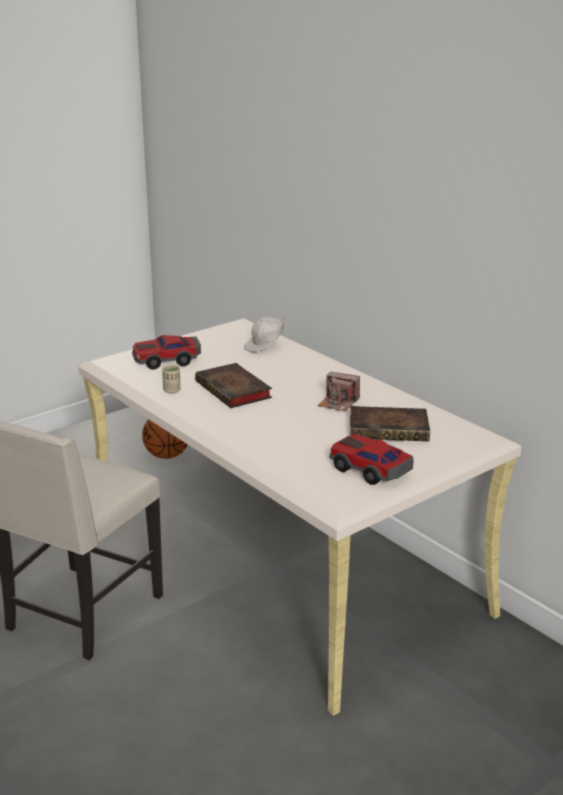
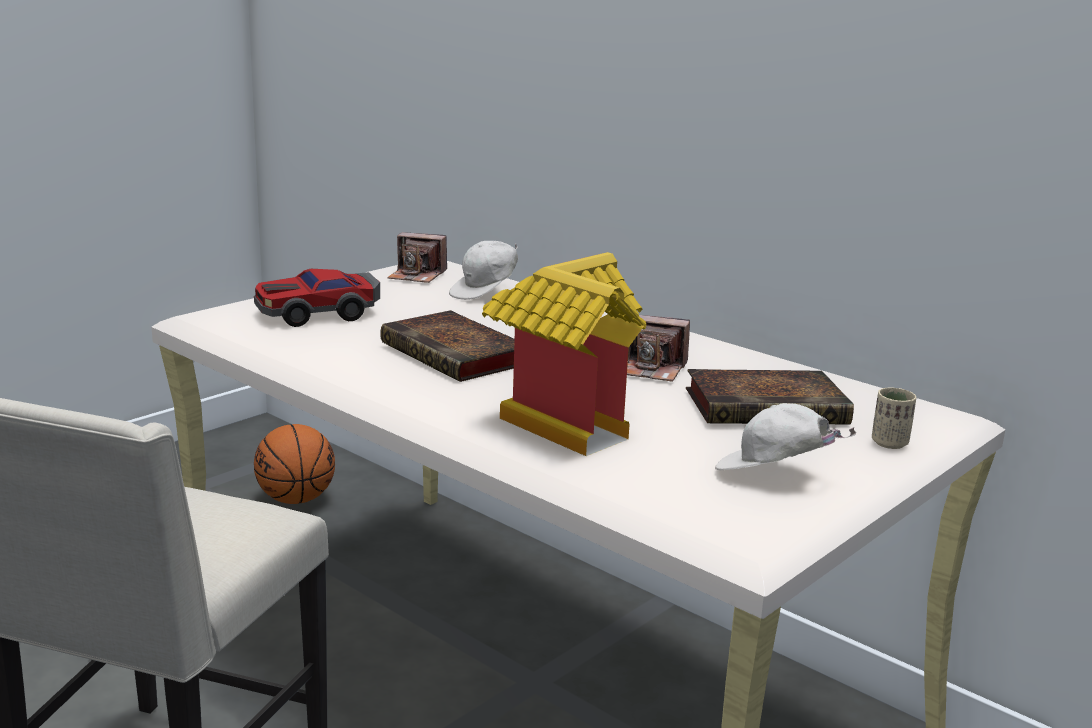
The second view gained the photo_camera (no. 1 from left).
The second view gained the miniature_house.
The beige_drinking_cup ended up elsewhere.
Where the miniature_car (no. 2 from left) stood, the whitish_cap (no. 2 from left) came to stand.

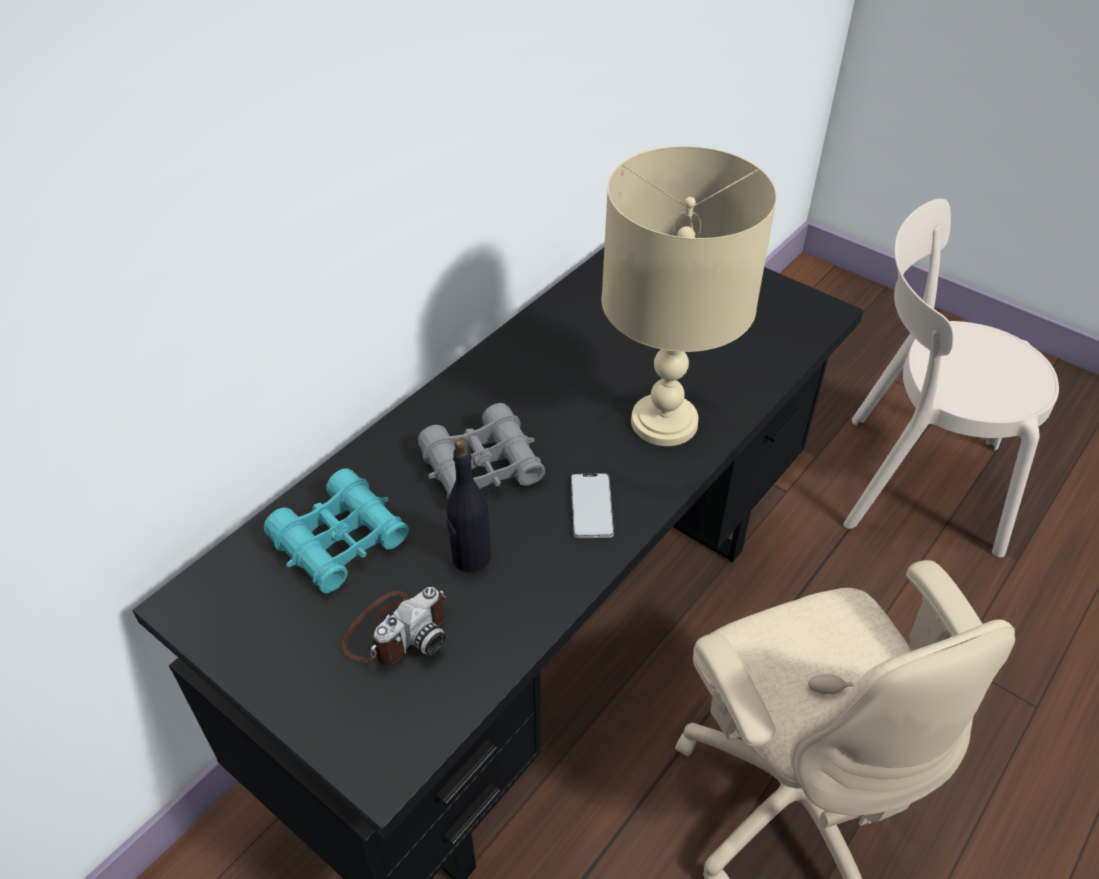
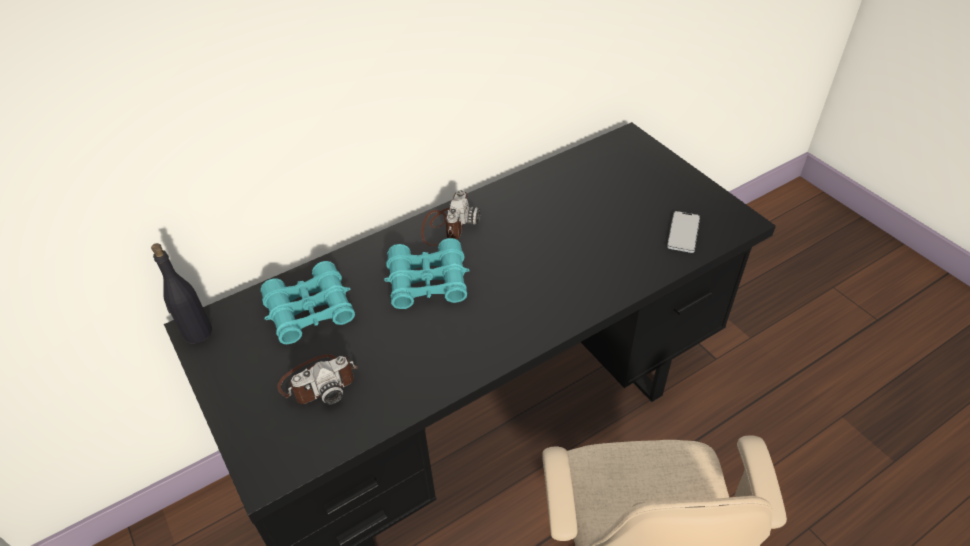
The second view lost the beige_table_lamp.
The second view lost the beige_upright_chair.
The second view gained the photo_camera (no. 2 from left).
The blackish_beverage_bottle ended up elsewhere.
The handset ended up elsewhere.
What was the greyish_field_glasses turned into the blue-green_field_glasses (no. 2 from left).

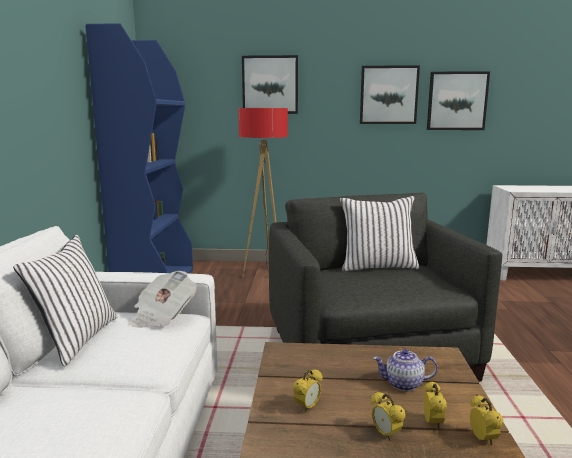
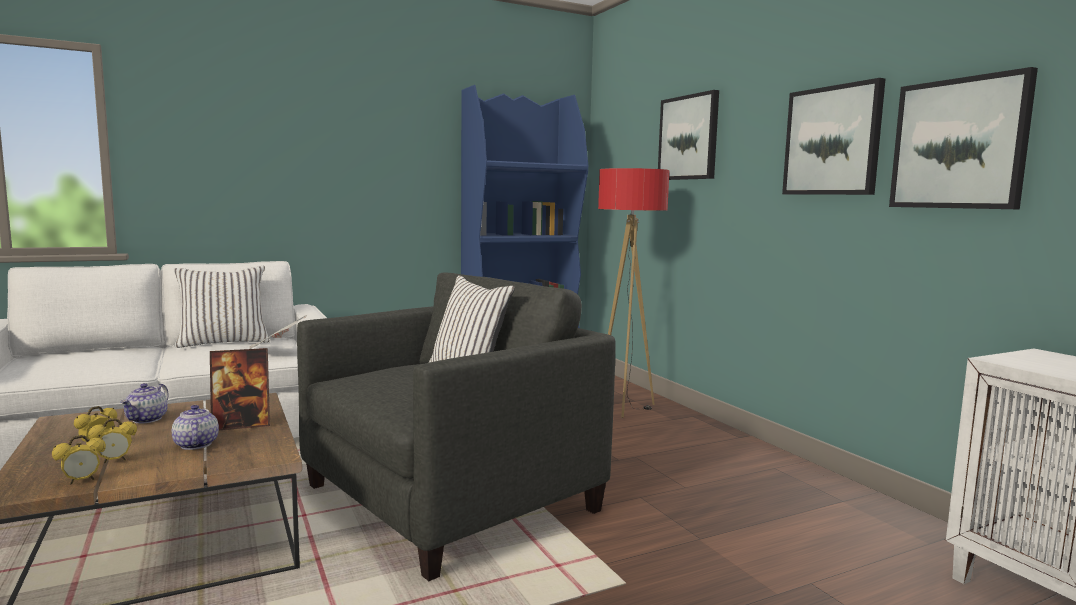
The second view gained the photo_frame.
Where the alarm_clock (no. 1 from left) stood, the tea_pot (no. 1 from left) came to stand.

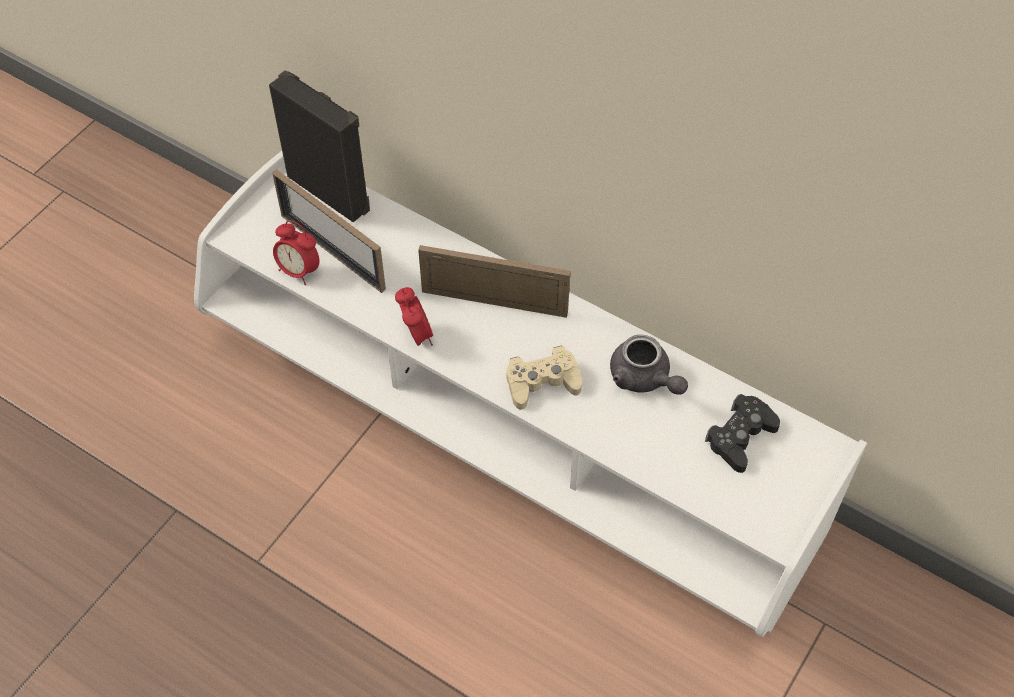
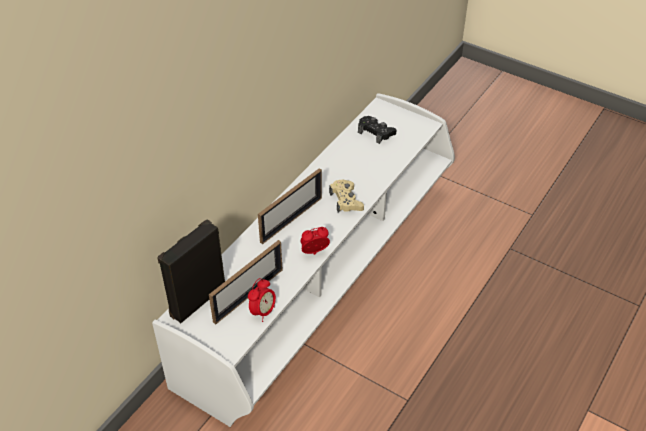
The second view lost the greyish_tea_pot.
The photo_frame (no. 2 from left) ended up facing another way, 150 degrees counterclockwise from before.

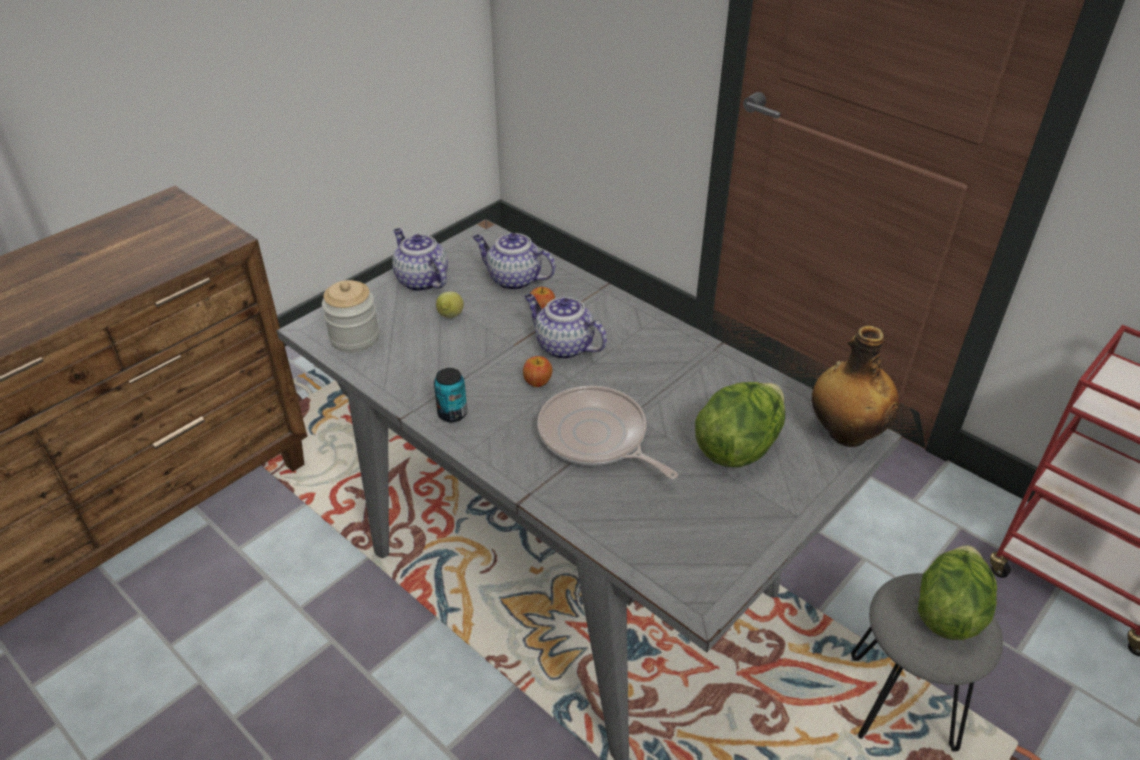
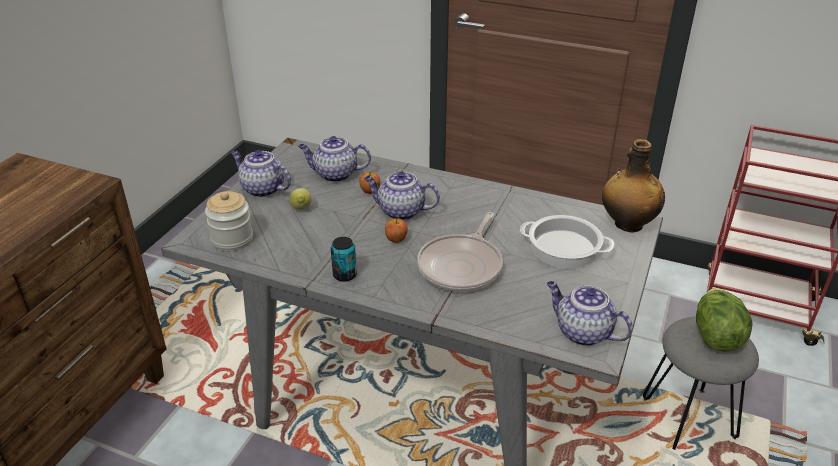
The second view gained the tea_pot (no. 4 from left).
Where the lettuce (no. 1 from left) stood, the cooking_pot came to stand.
The pan ended up facing another way, 90 degrees counterclockwise from before.

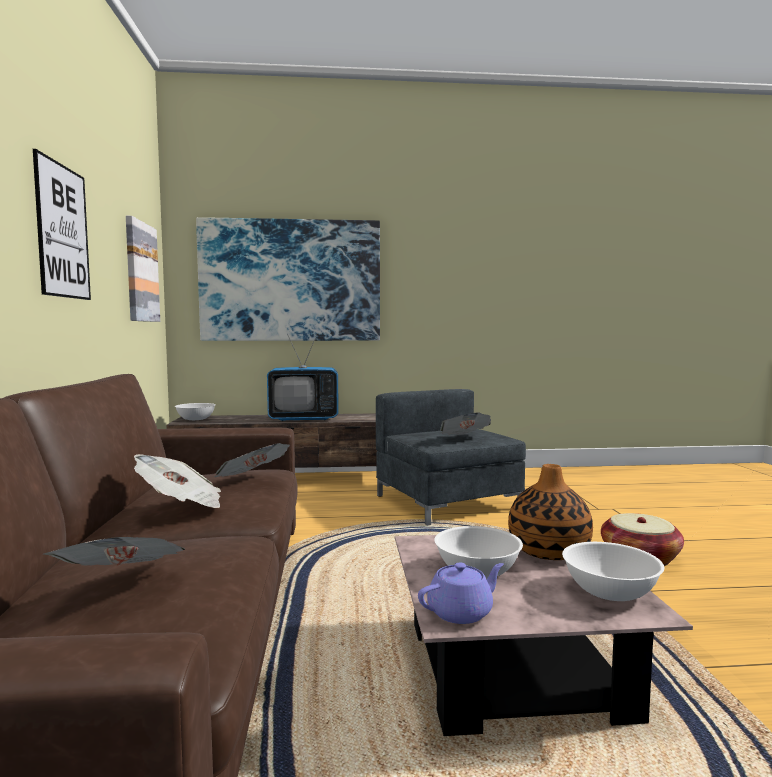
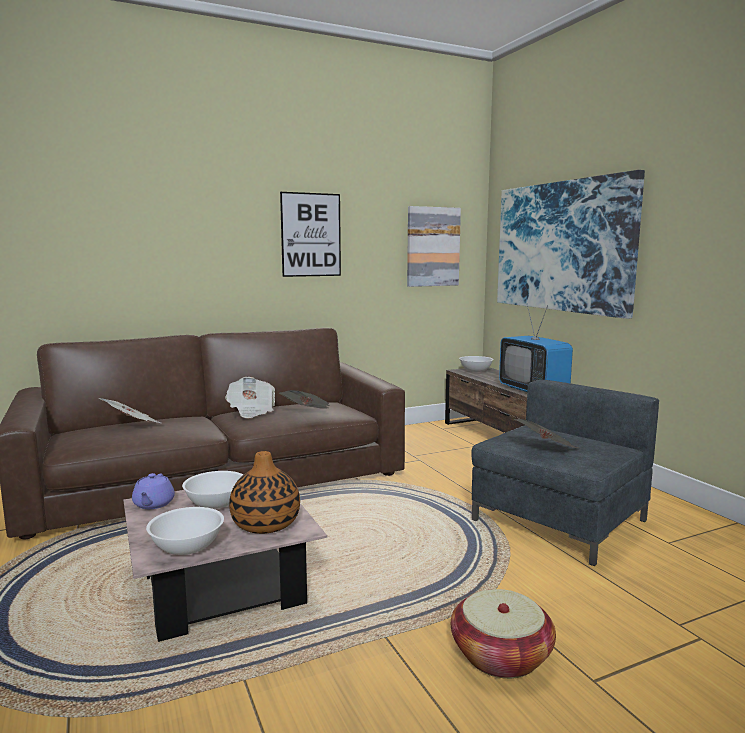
The purplish_tea_pot ended up facing another way, 45 degrees clockwise from before.

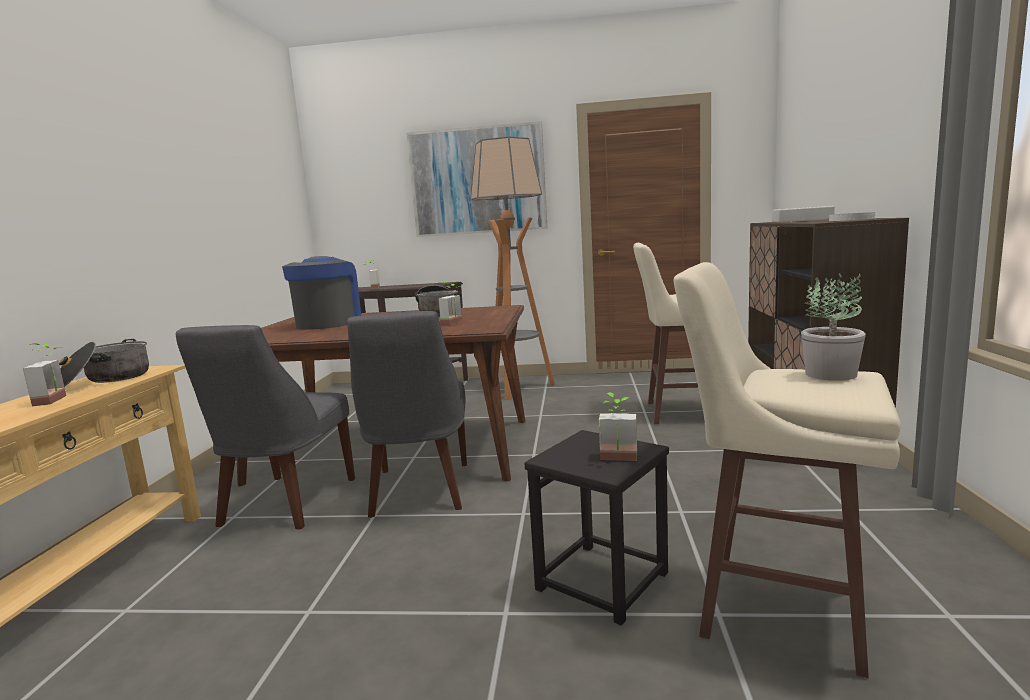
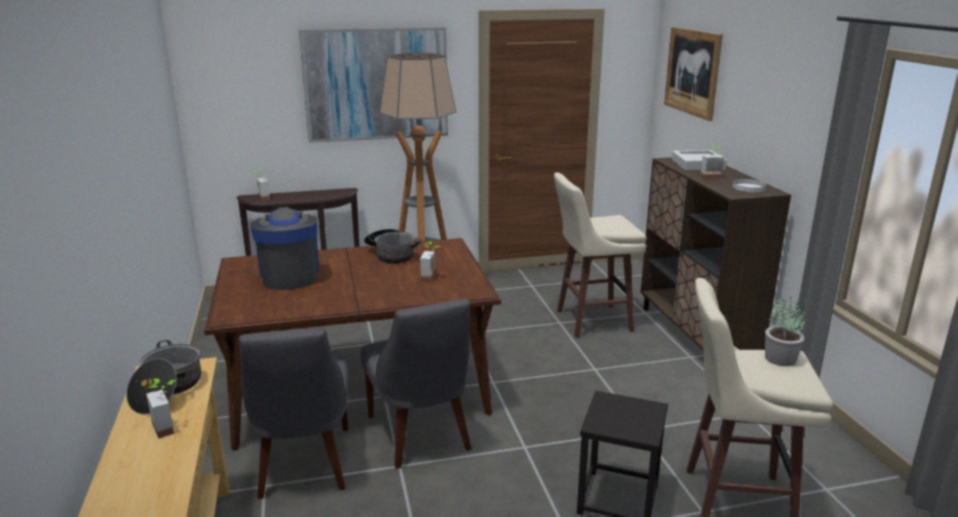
The second view gained the picture (no. 2 from left).
The houseplant (no. 4 from left) ended up elsewhere.

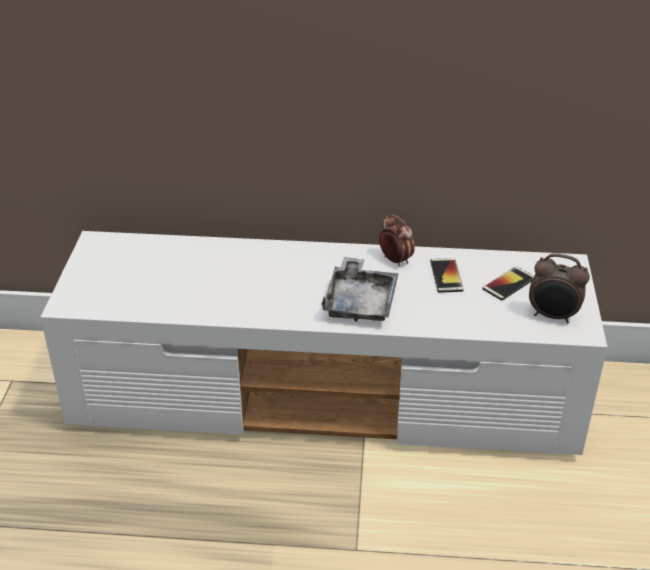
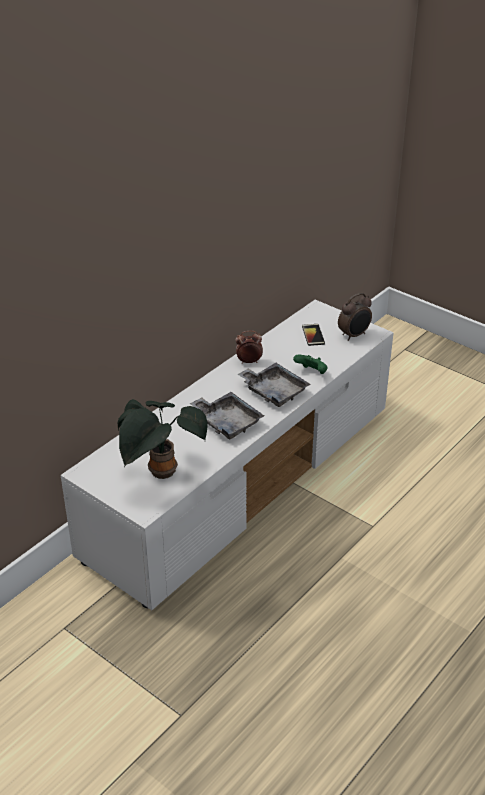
The second view lost the handset (no. 1 from left).
The second view gained the houseplant.
The second view gained the greyish_carrying_tray (no. 1 from left).
The second view gained the green-coloured_game_controller.

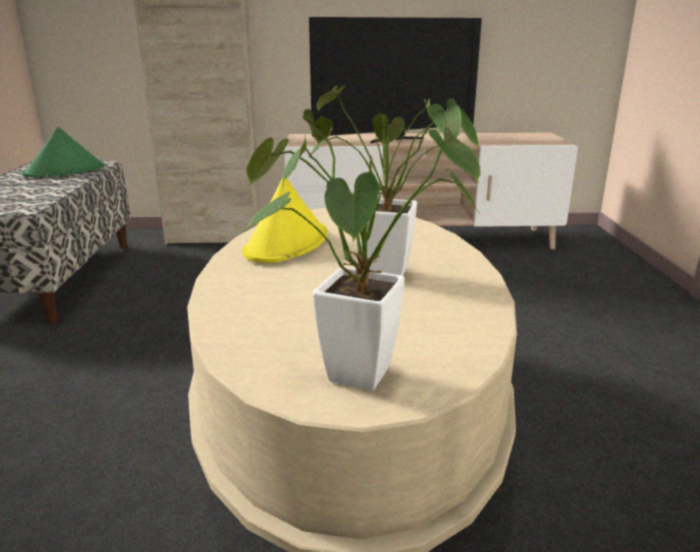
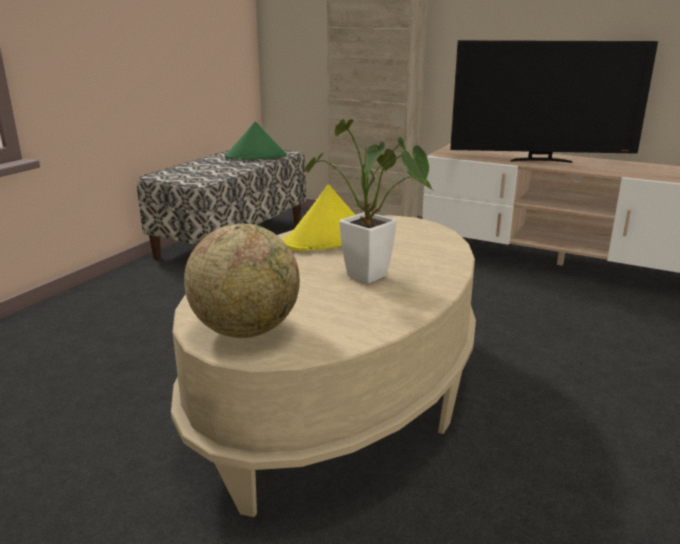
Where the houseplant (no. 1 from left) stood, the world_globe came to stand.

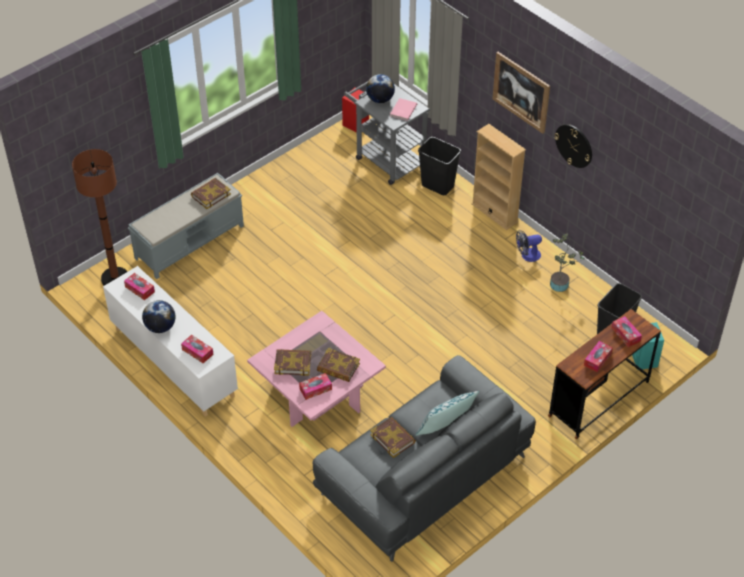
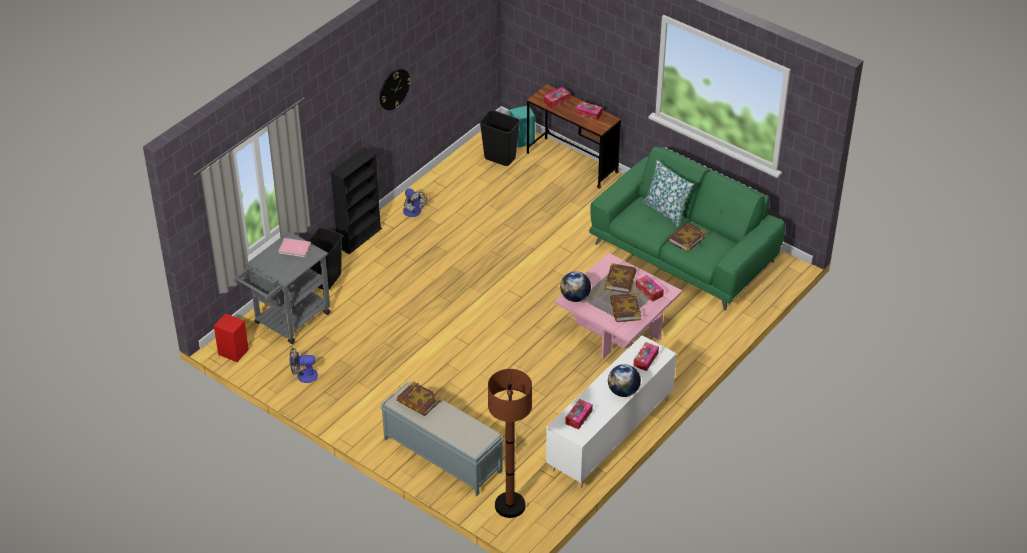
The second view lost the picture.
The second view lost the houseplant.
The second view gained the fan (no. 1 from left).
The world_globe (no. 2 from left in the first image) ended up elsewhere.
What was the greyish_couch turned into the green-coloured_couch.
What was the beige_bookcase turned into the blackish_bookcase.

